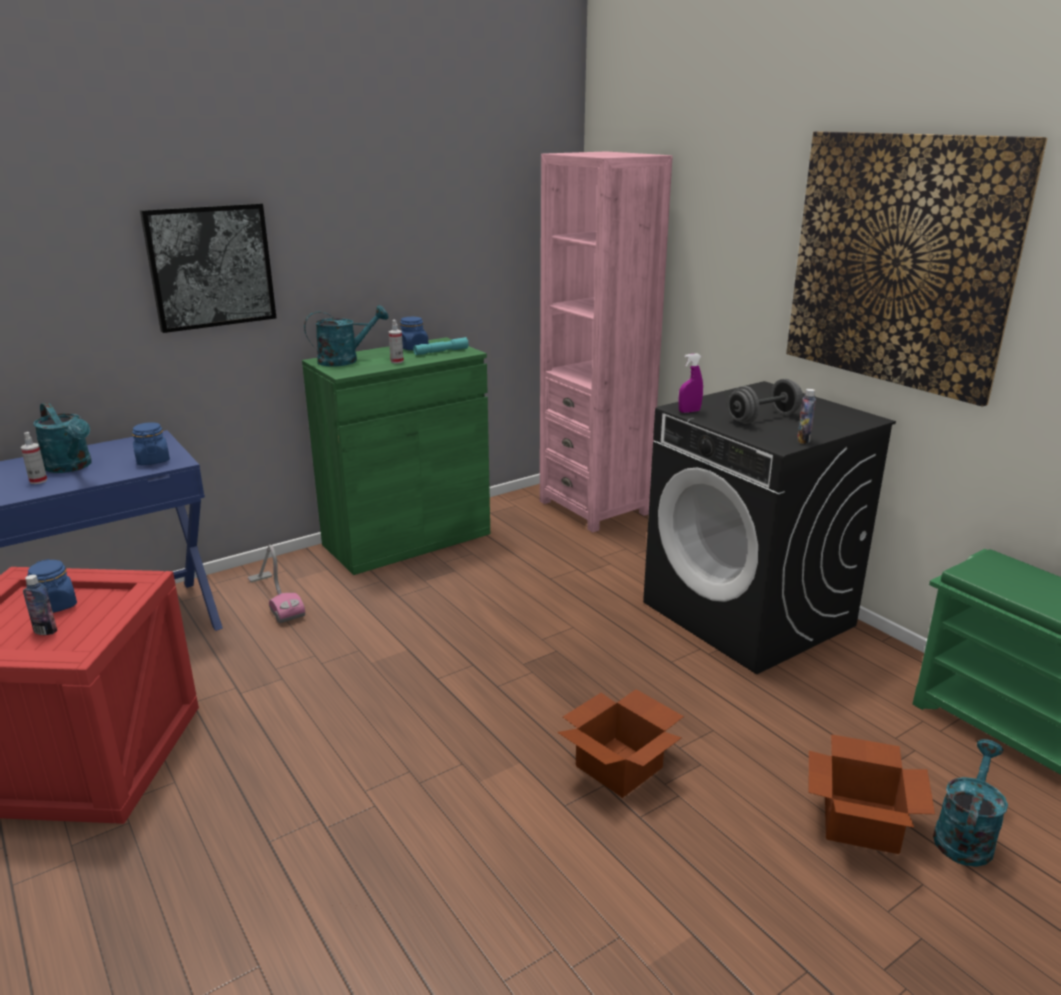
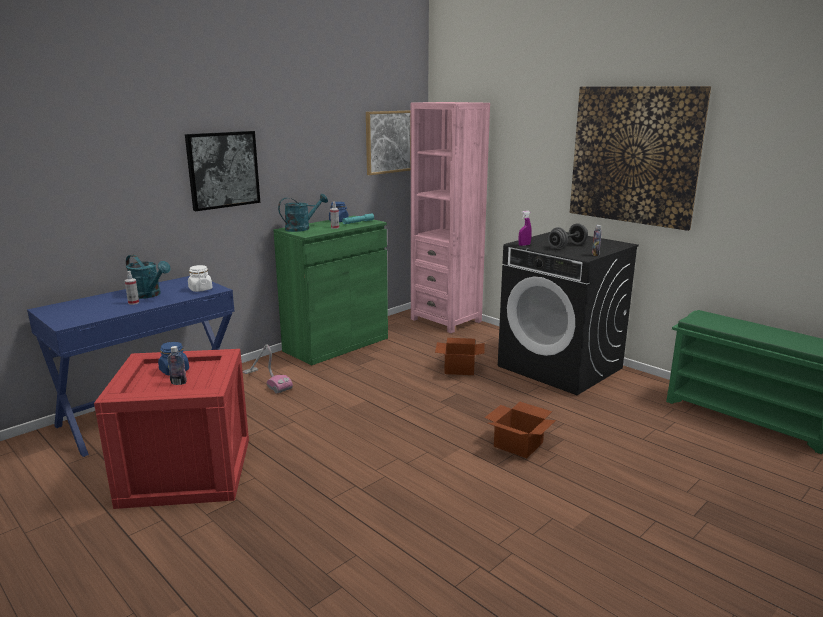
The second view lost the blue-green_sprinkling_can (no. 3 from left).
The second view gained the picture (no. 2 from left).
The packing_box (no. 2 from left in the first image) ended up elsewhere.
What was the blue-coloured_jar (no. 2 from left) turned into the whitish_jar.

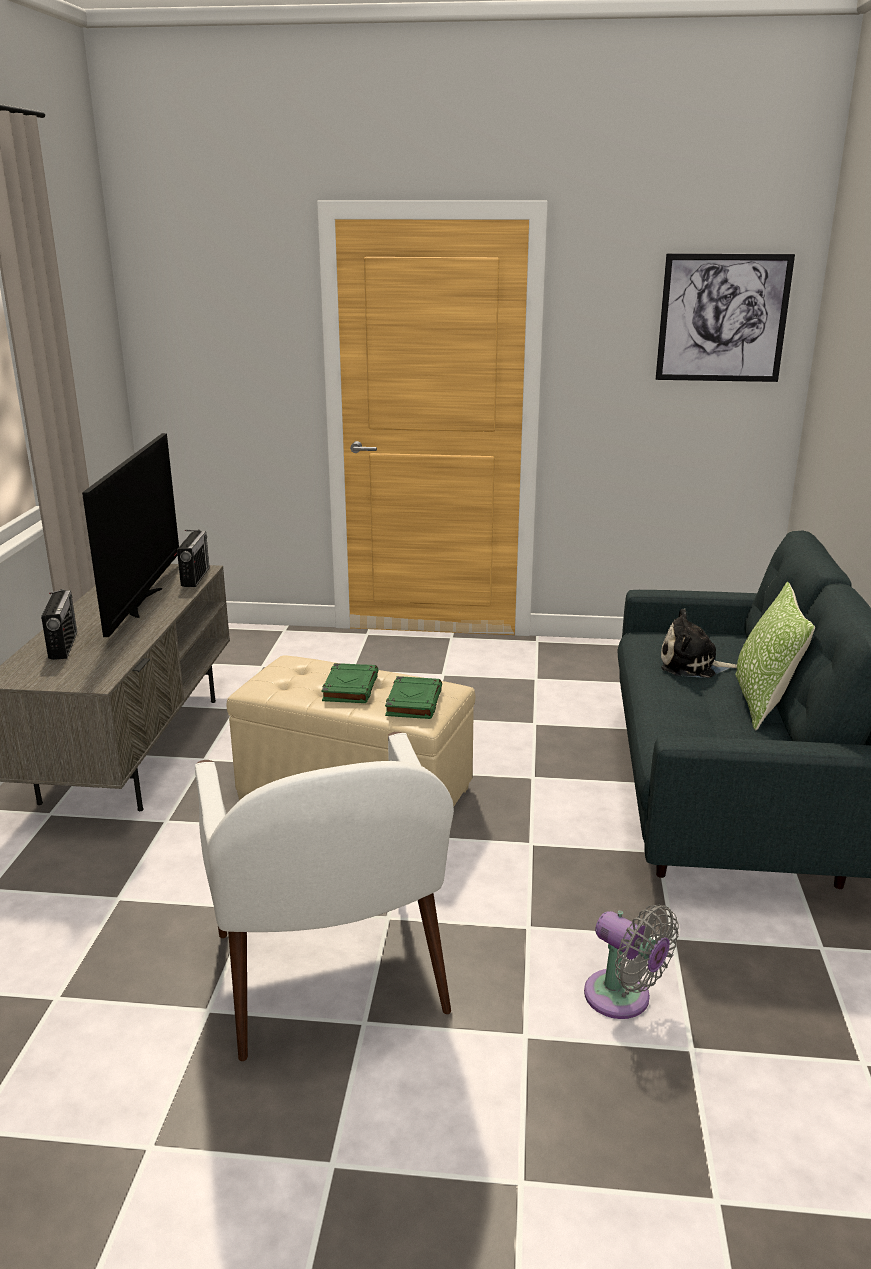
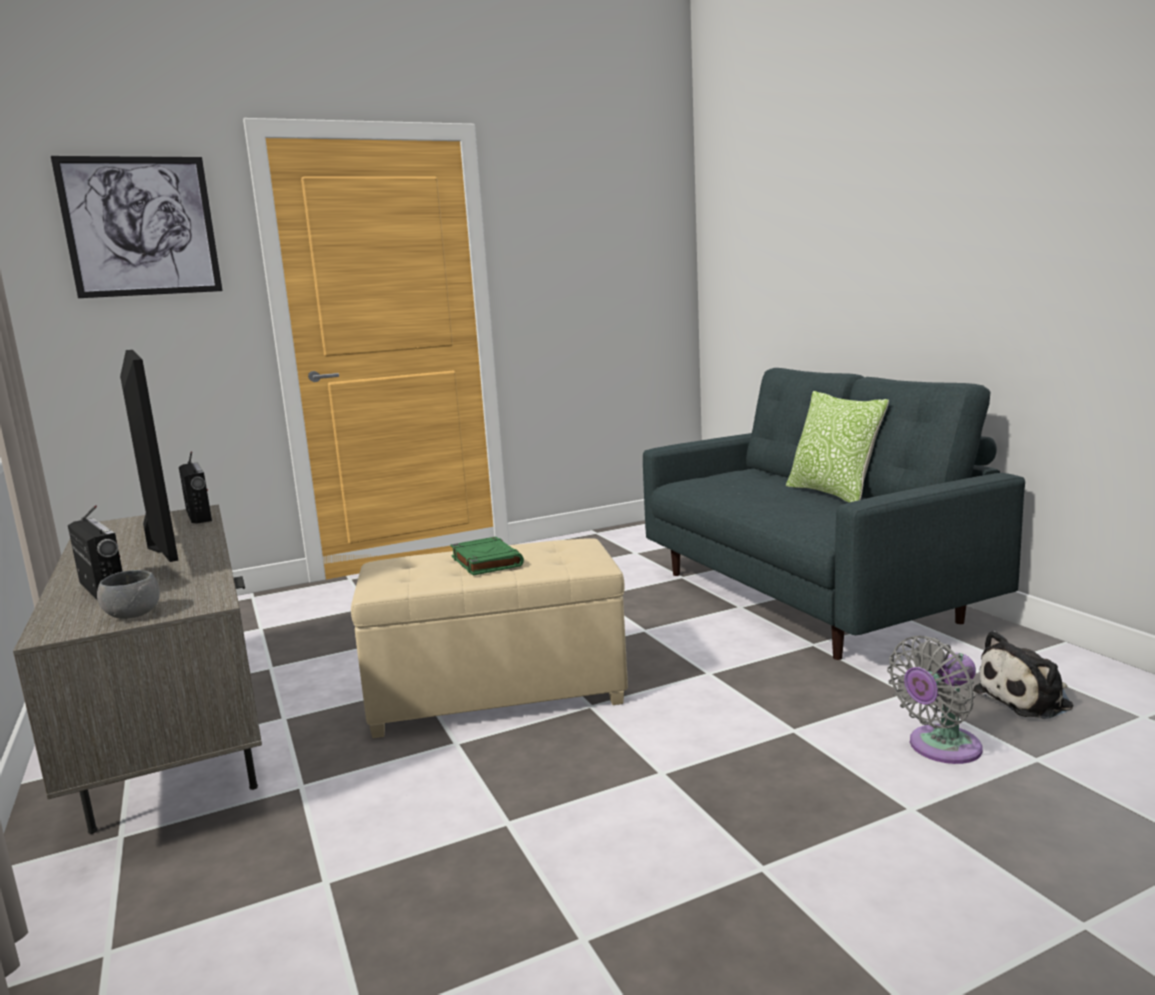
The second view lost the whitish_armchair.
The second view lost the green-coloured_book (no. 2 from left).
The second view gained the greyish_bowl.
The picture ended up elsewhere.
The soft_toy ended up elsewhere.
The greyish_fan ended up facing another way, 135 degrees clockwise from before.

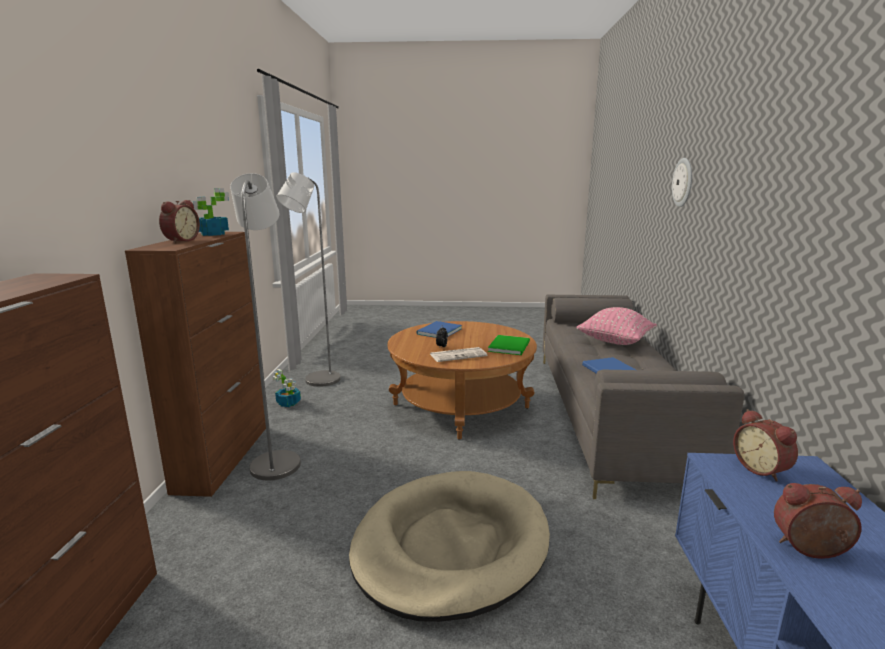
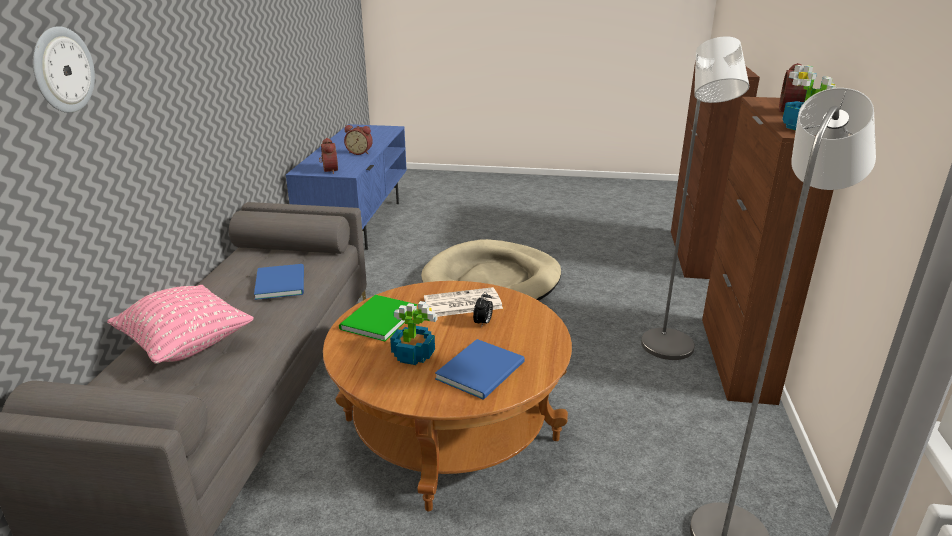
The houseplant (no. 2 from left in the first image) ended up elsewhere.

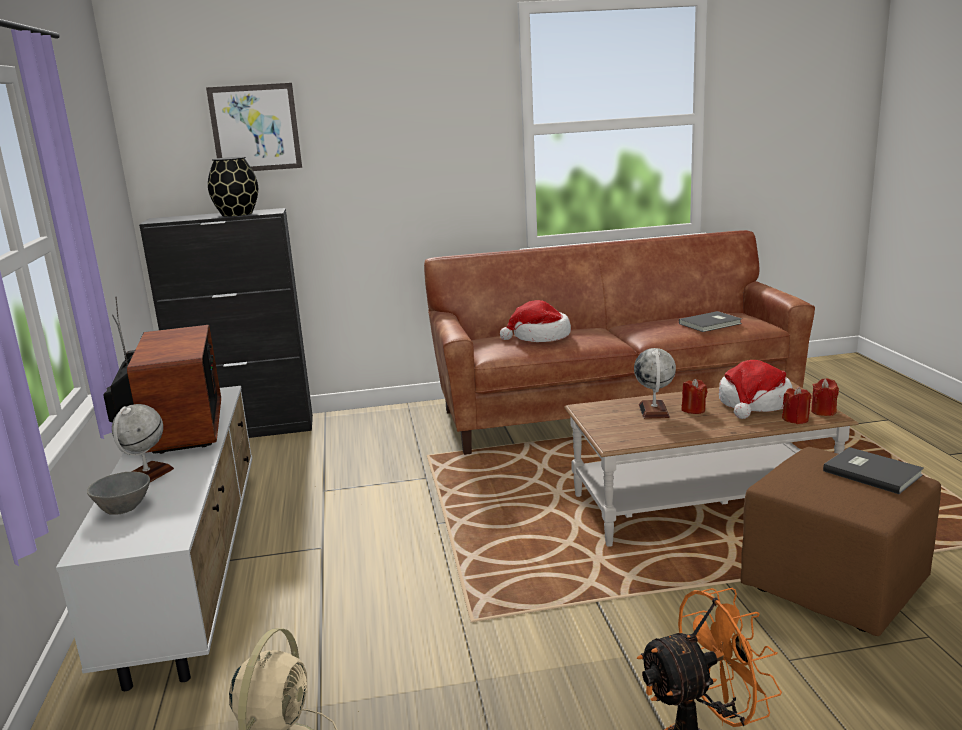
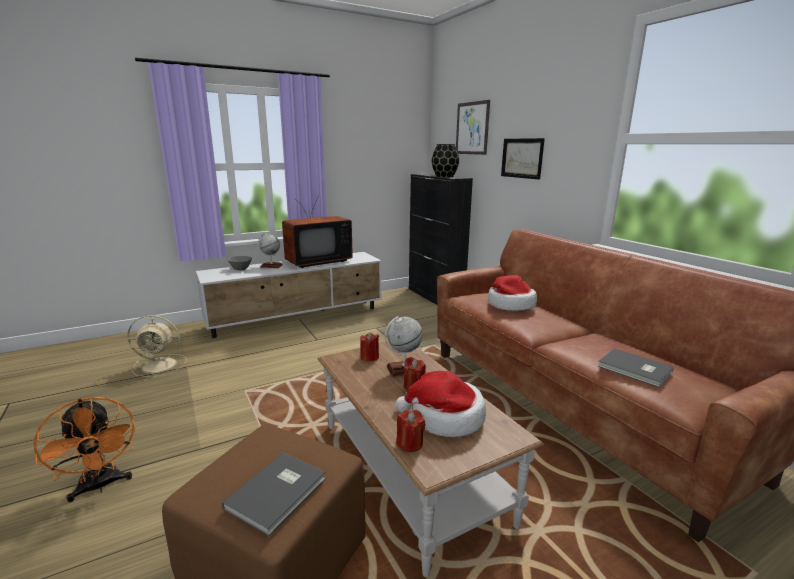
The second view gained the picture (no. 2 from left).
The red-coloured_wax_light (no. 3 from left in the first image) ended up elsewhere.

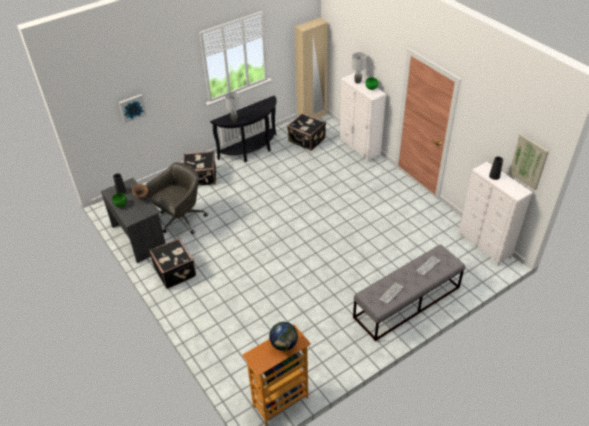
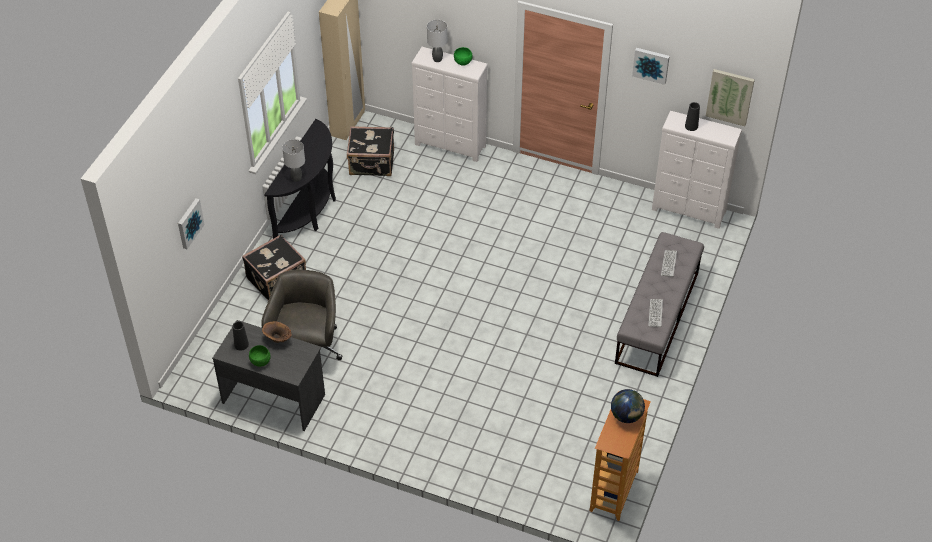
The second view lost the blackish_piece_of_luggage (no. 1 from left).
The second view gained the picture (no. 2 from left).

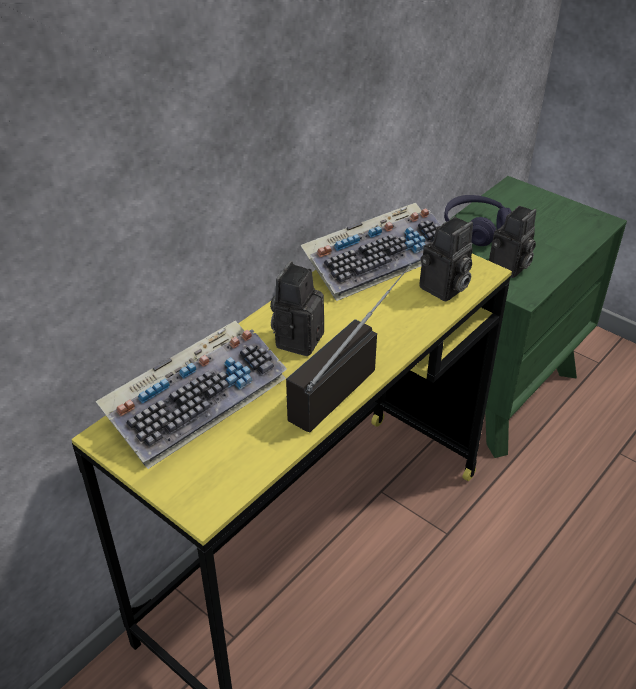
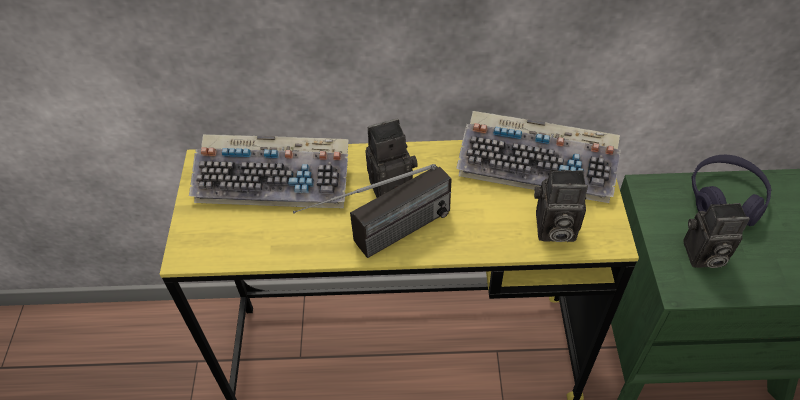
The radio_receiver ended up facing another way, 150 degrees clockwise from before.

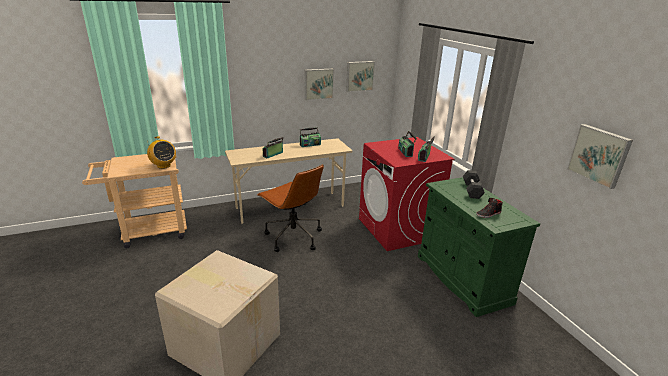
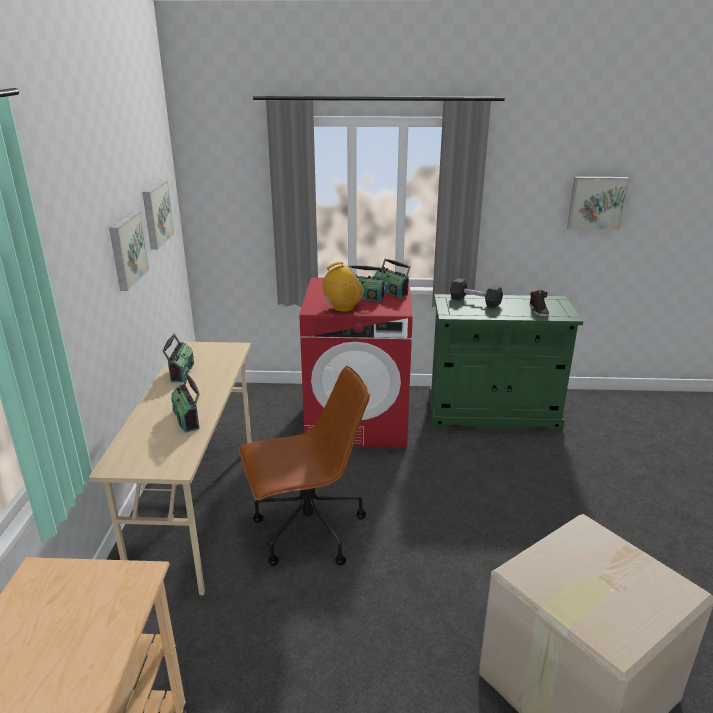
The radio_receiver (no. 1 from left in the first image) ended up elsewhere.

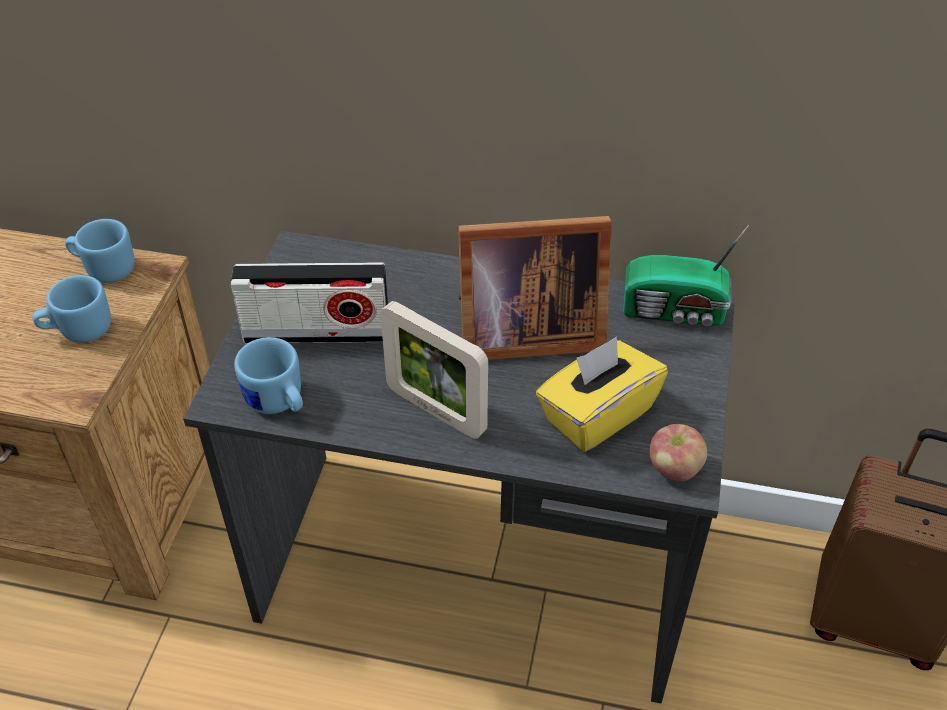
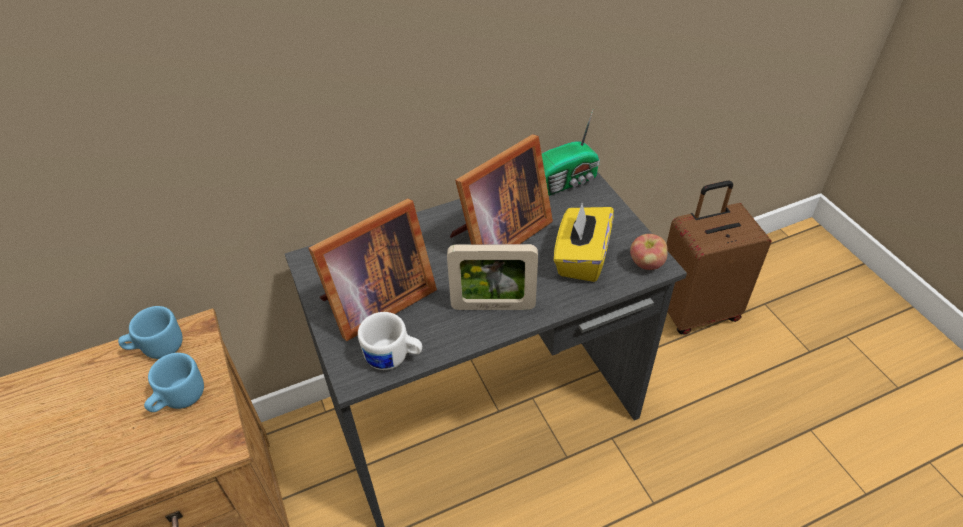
Where the radio_receiver (no. 1 from left) stood, the photo_frame (no. 1 from left) came to stand.
What was the blue-coloured_tea_mug (no. 3 from left) turned into the whitish_tea_mug.

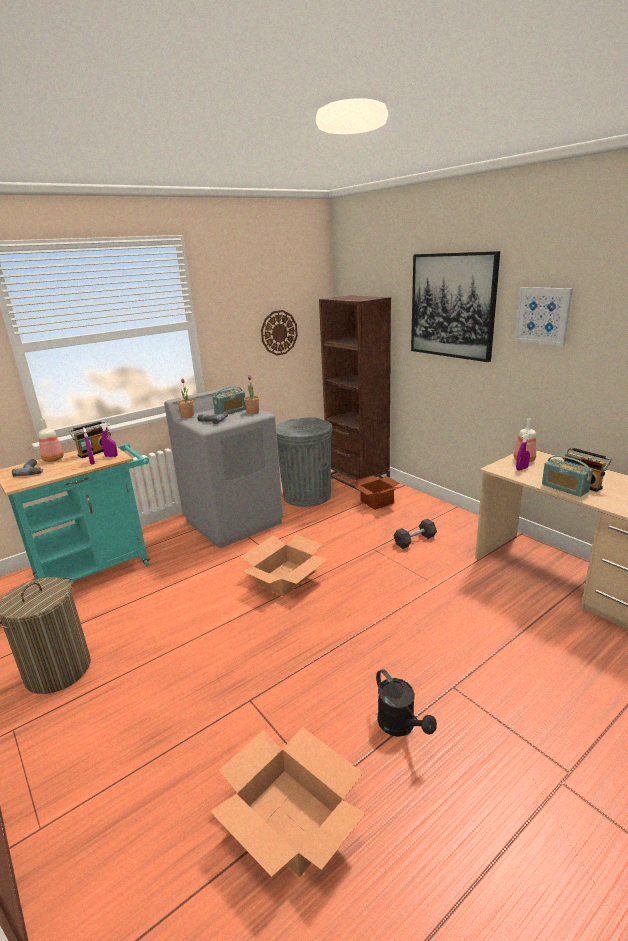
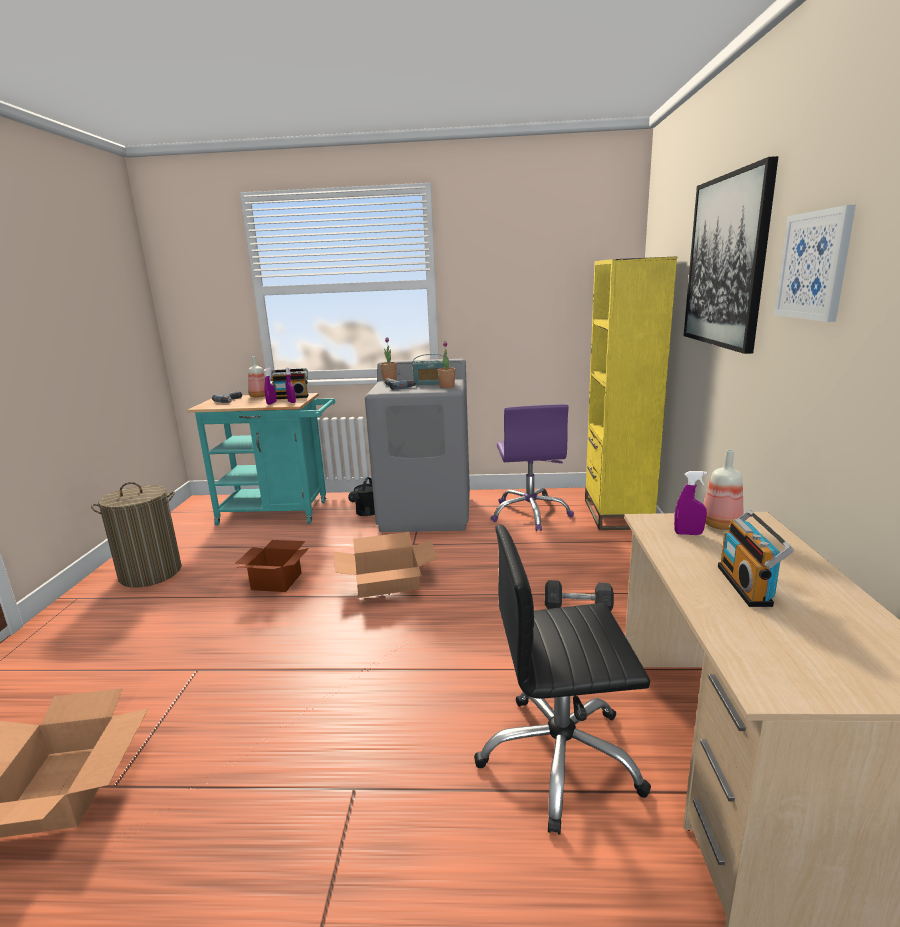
The second view lost the hanging_clock.
The second view lost the radio_receiver (no. 3 from left).
The second view gained the blackish_computer_chair.
The packing_box (no. 3 from left in the first image) ended up elsewhere.
The blackish_sprinkling_can ended up elsewhere.
Where the greyish_rubbish_bin stood, the purplish_computer_chair came to stand.
What was the brown-coloured_bookcase turned into the yellowish_bookcase.

